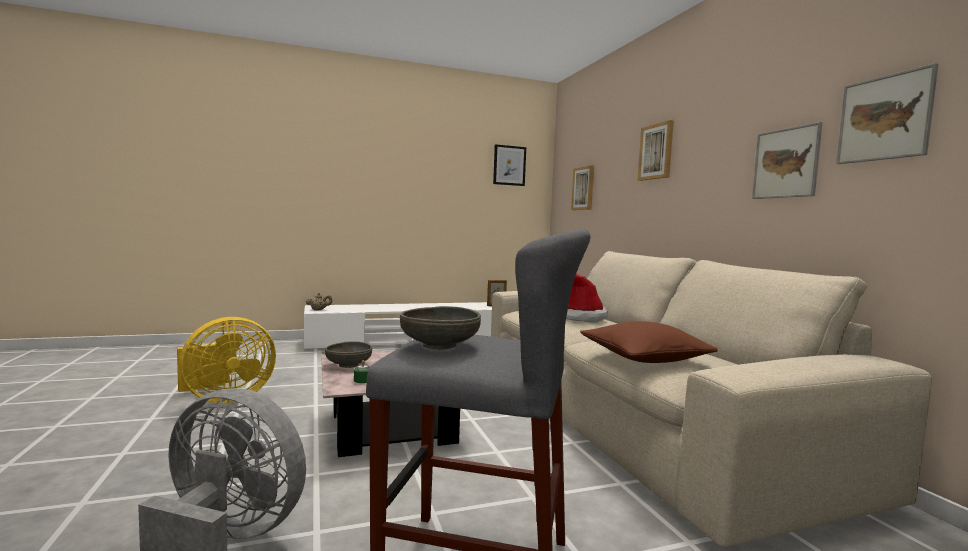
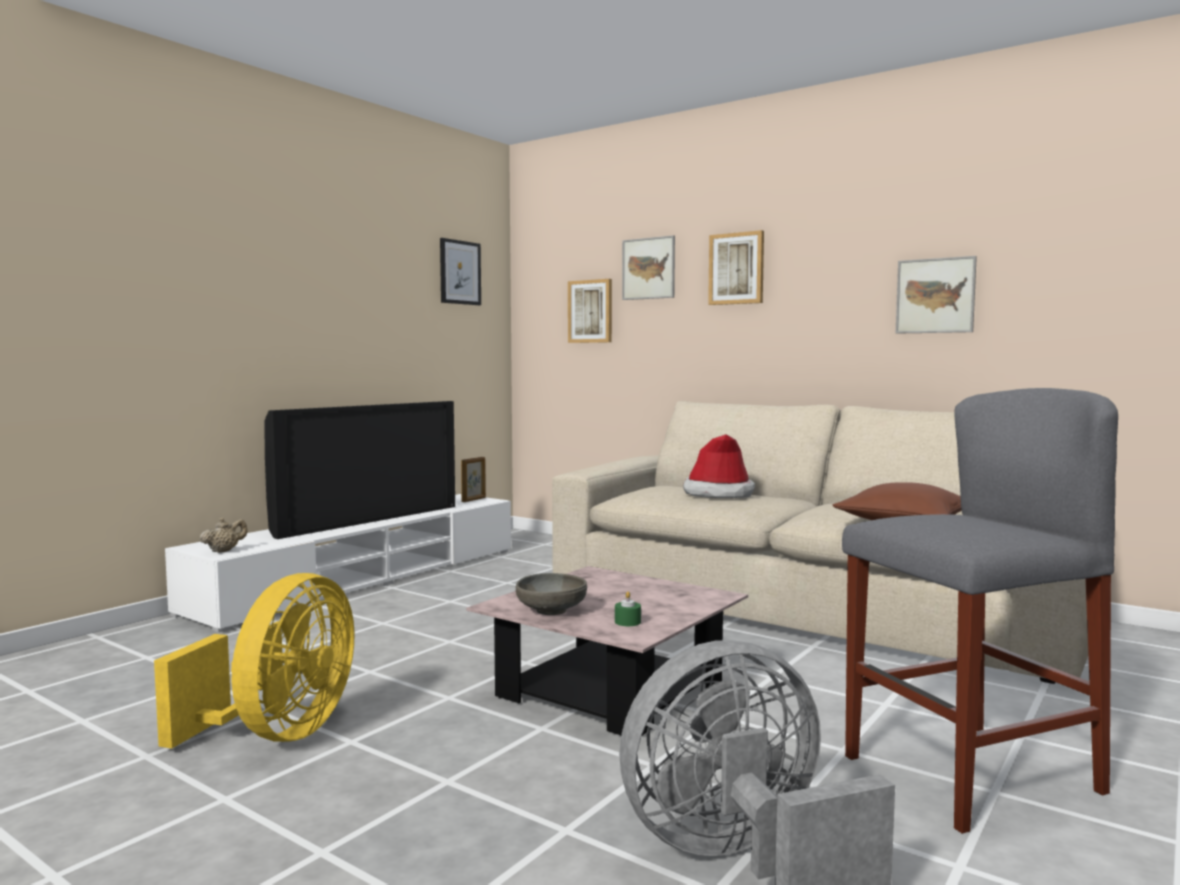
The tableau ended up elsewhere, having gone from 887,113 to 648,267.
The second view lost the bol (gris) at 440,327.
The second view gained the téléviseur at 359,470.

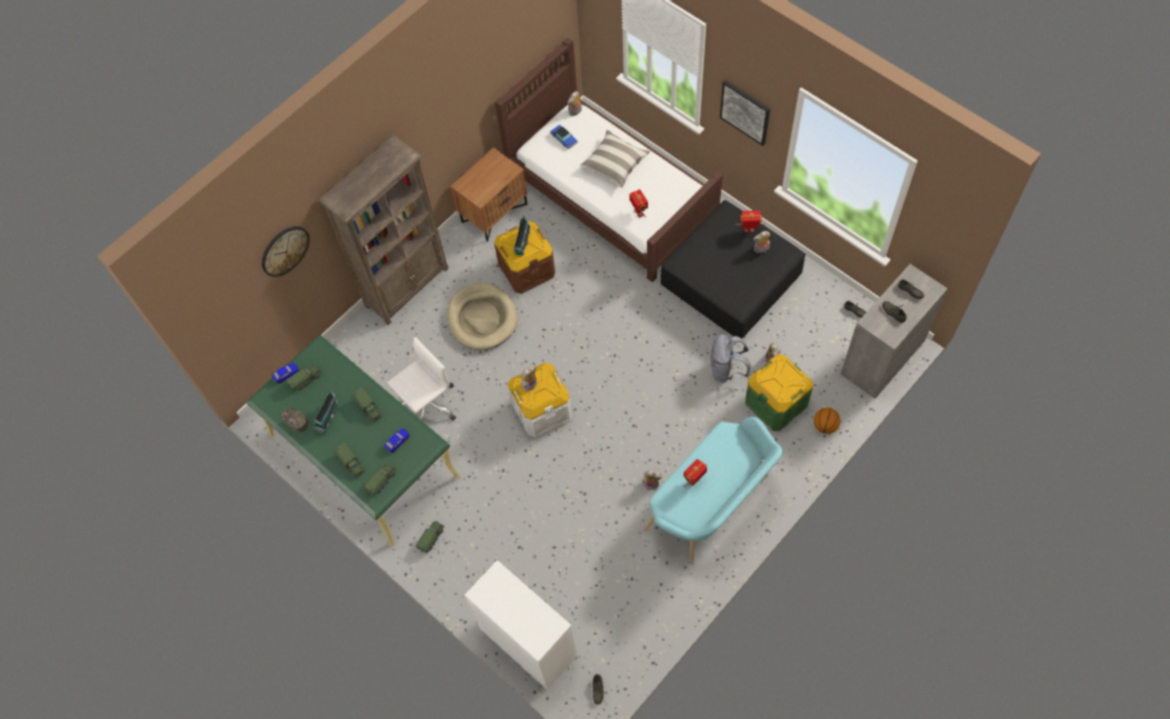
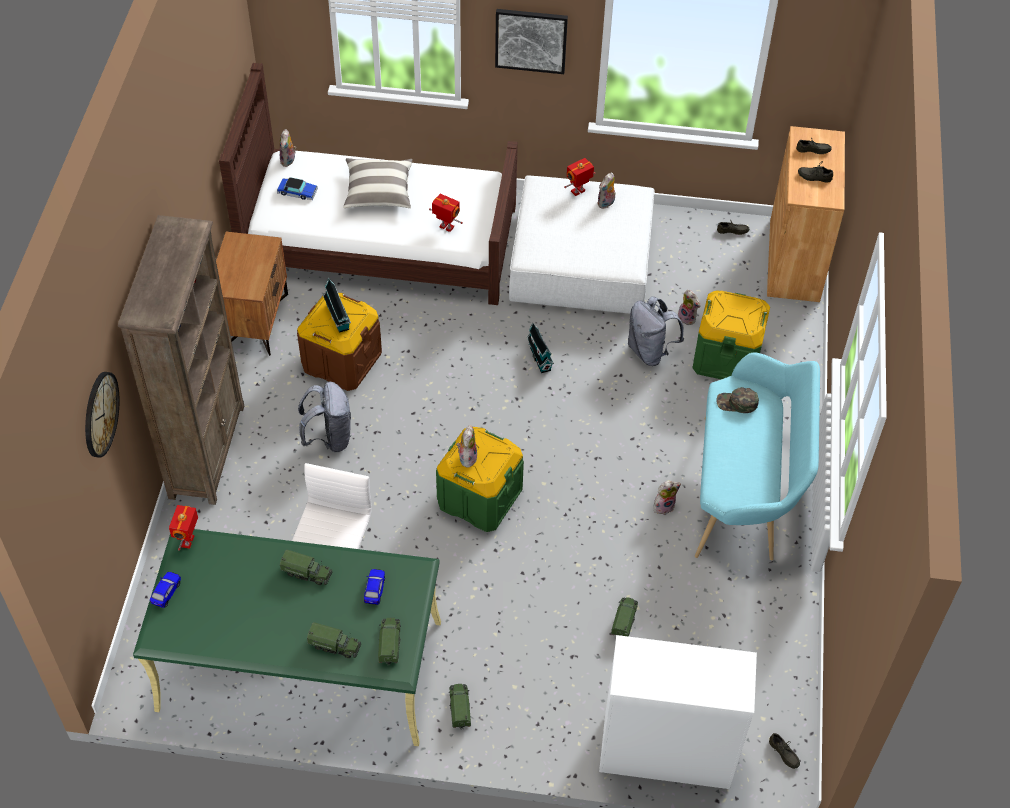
What was the pouf (noir) at 733,269 turned into the pouf (blanc) at 582,244.
What was the meuble de rangement (gris) at 894,331 turned into the meuble de rangement (marron) at 806,214.
Where the panier pour chien (beige) stood at 482,316, the sac à dos (gris) came to stand at 324,417.
What was the boîte de rangement (blanc) at 540,400 turned into the boîte de rangement (vert) at 480,479.
The camion jouet ended up elsewhere, having gone from 304,378 to 624,617.
The maison miniature ended up elsewhere, having gone from 325,412 to 540,347.
The casquette (vert) ended up elsewhere, having gone from 294,420 to 737,400.
The second view lost the ballon de basket at 827,421.
The robot jouet ended up elsewhere, having gone from 695,473 to 183,528.

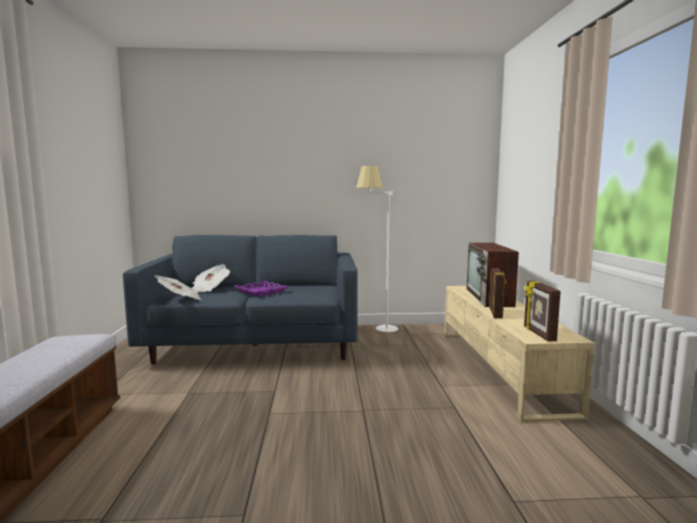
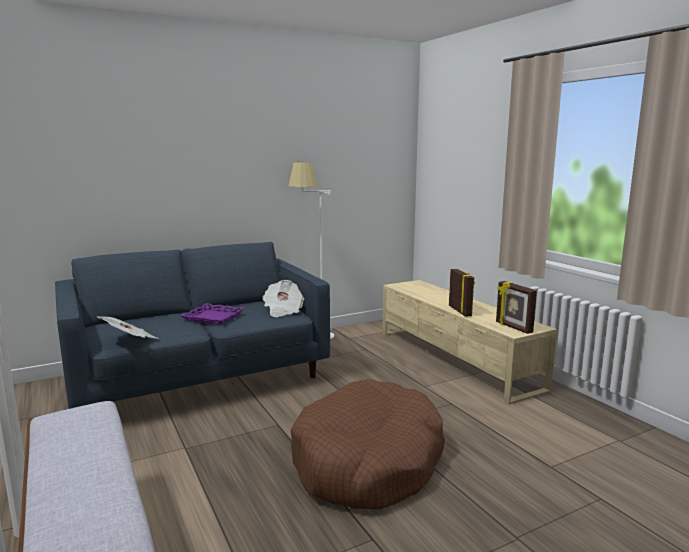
The second view lost the téléviseur at 492,275.
The journal ended up elsewhere, having gone from 210,278 to 283,298.
The second view gained the panier pour chien (marron) at 367,444.

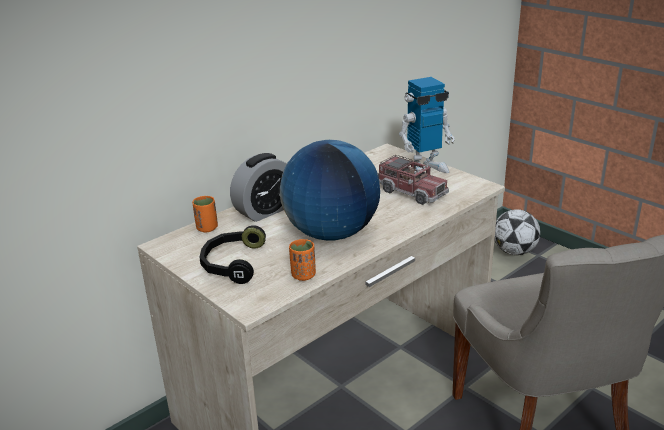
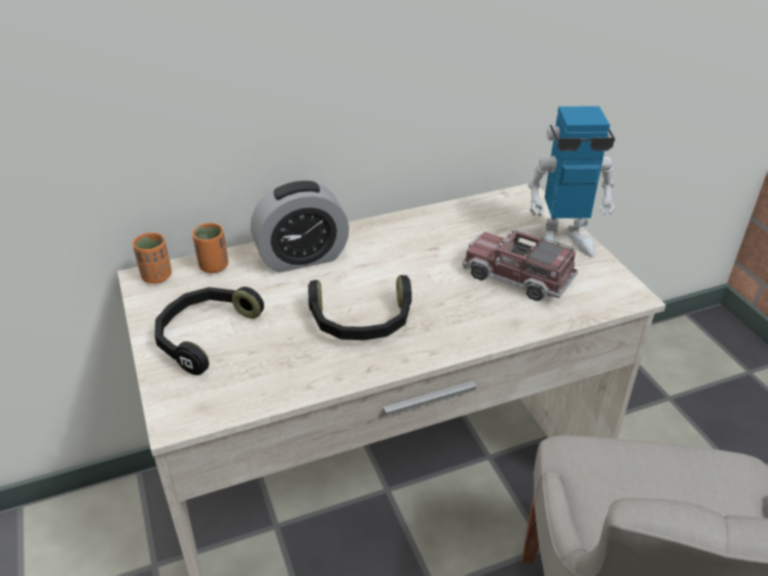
Where the globe stood at 330,190, the casque audio (noir) came to stand at 360,307.
The camion jouet at 413,180 ended up facing another way, 150 degrees clockwise from before.
The second view lost the ballon de foot at 517,232.
The tasse (orange) ended up elsewhere, having gone from 302,260 to 152,258.

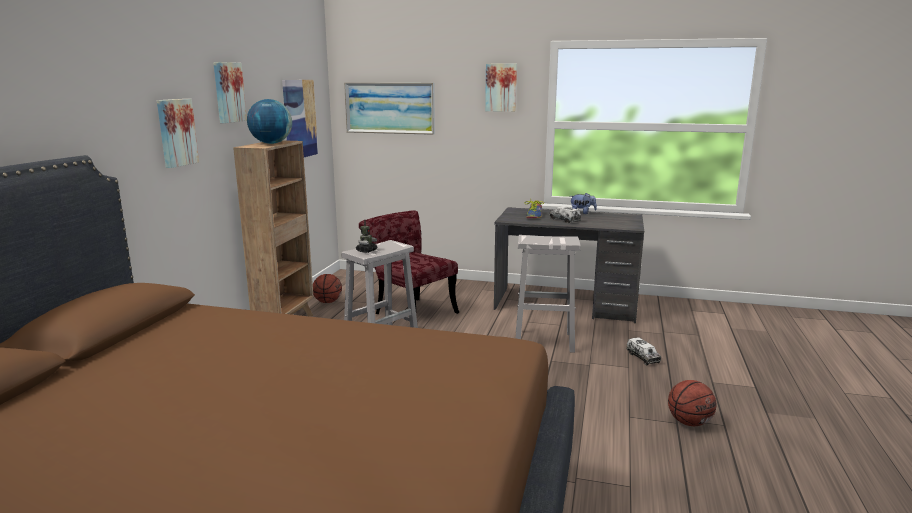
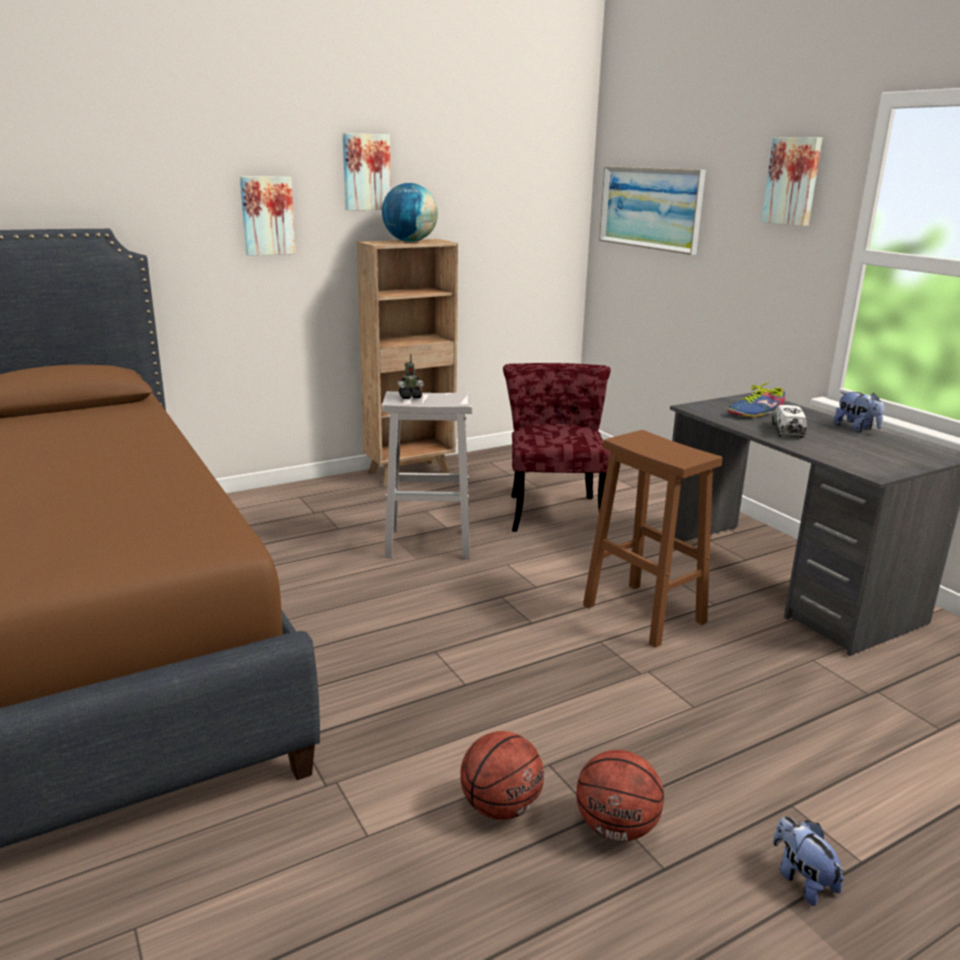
The second view lost the tableau at 300,118.
What was the tabouret (blanc) at 548,294 turned into the tabouret (marron) at 652,539.
The ballon de basket ended up elsewhere, having gone from 327,288 to 502,775.
The second view lost the camion jouet at 643,351.
The second view gained the peluche at 808,861.

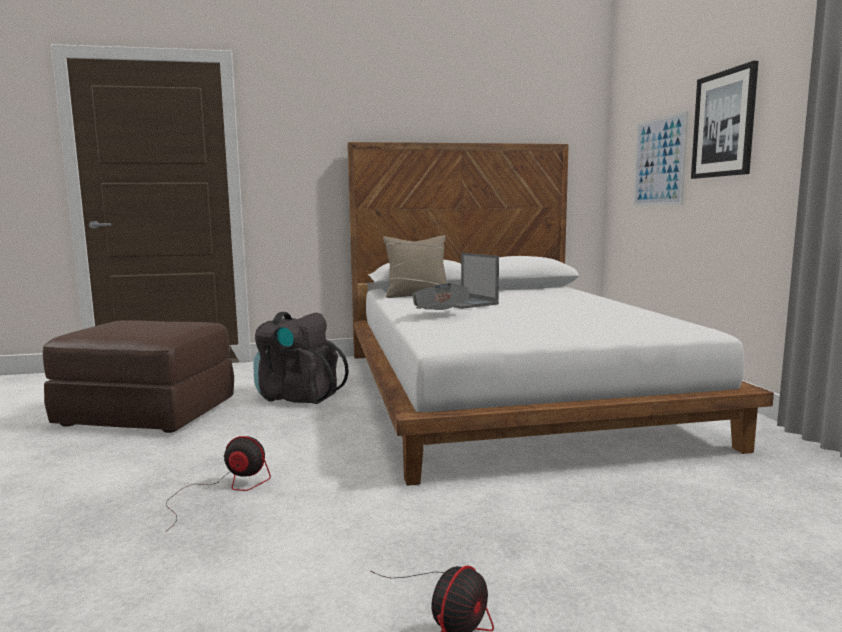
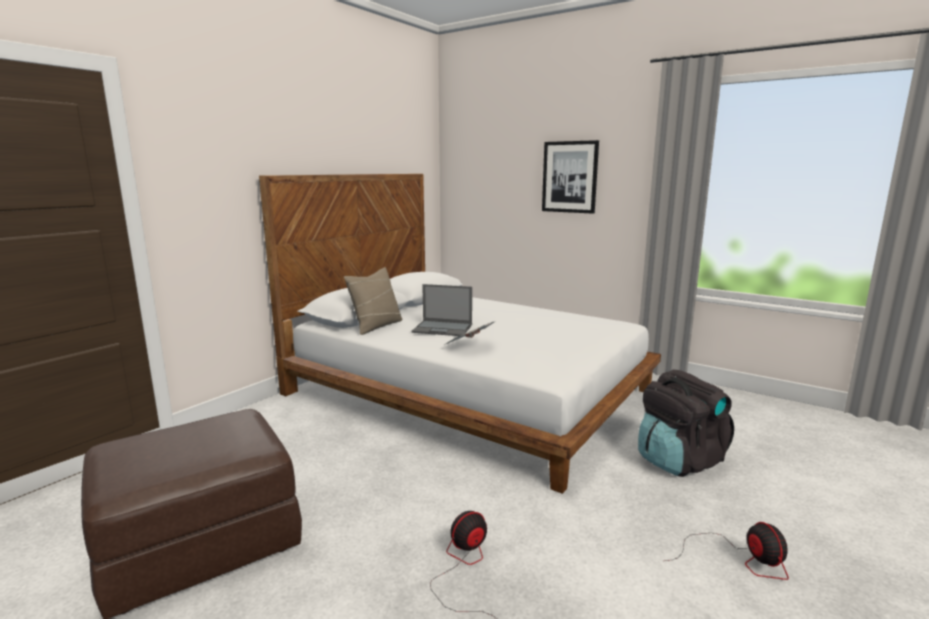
The second view lost the tableau at 660,158.
The sac à dos (noir) ended up elsewhere, having gone from 301,358 to 686,423.

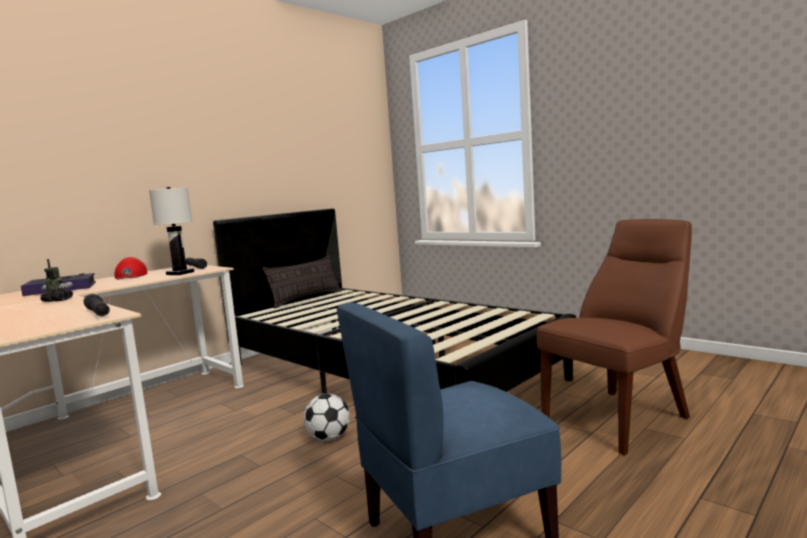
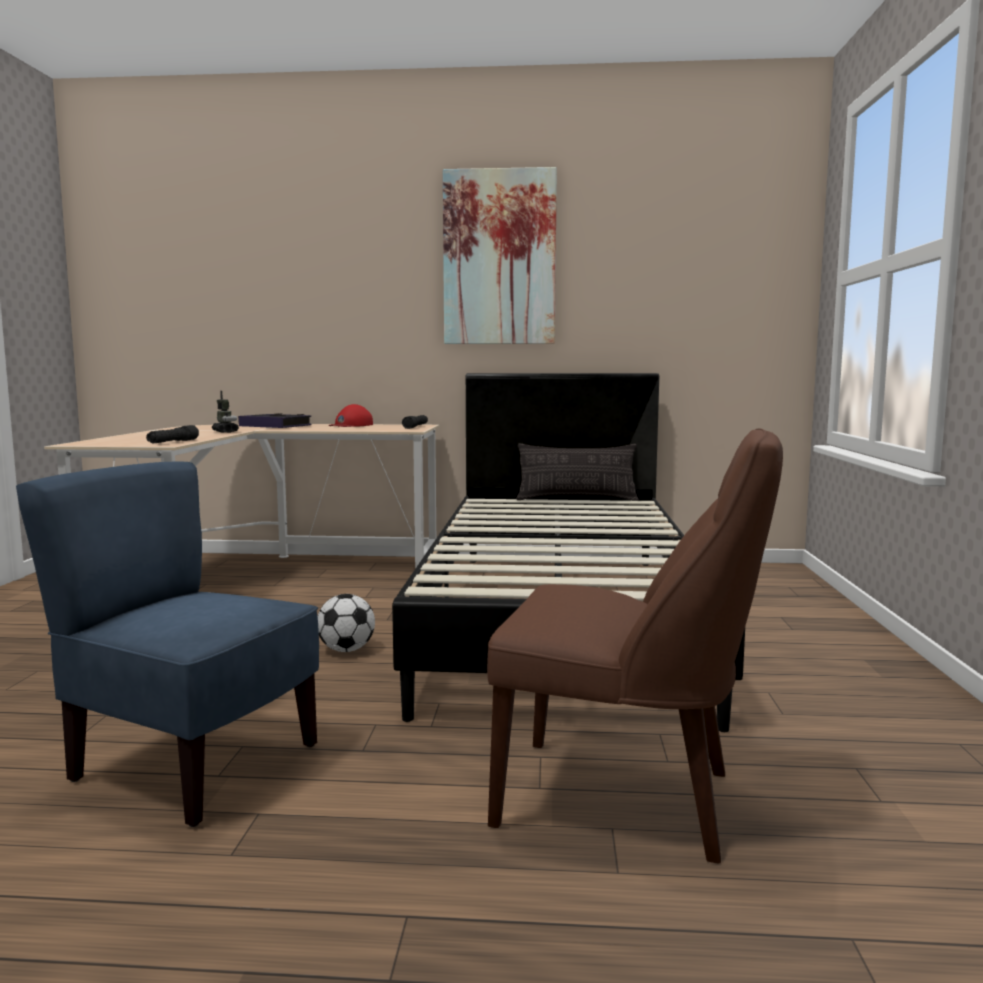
The second view lost the lampe de table (blanc) at 171,231.
The second view gained the tableau at 500,255.

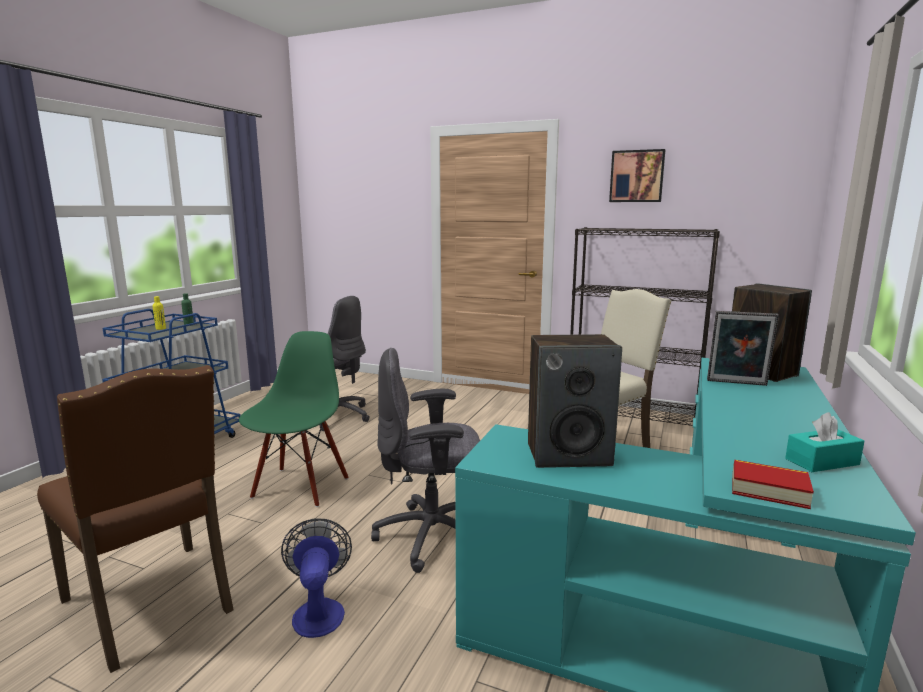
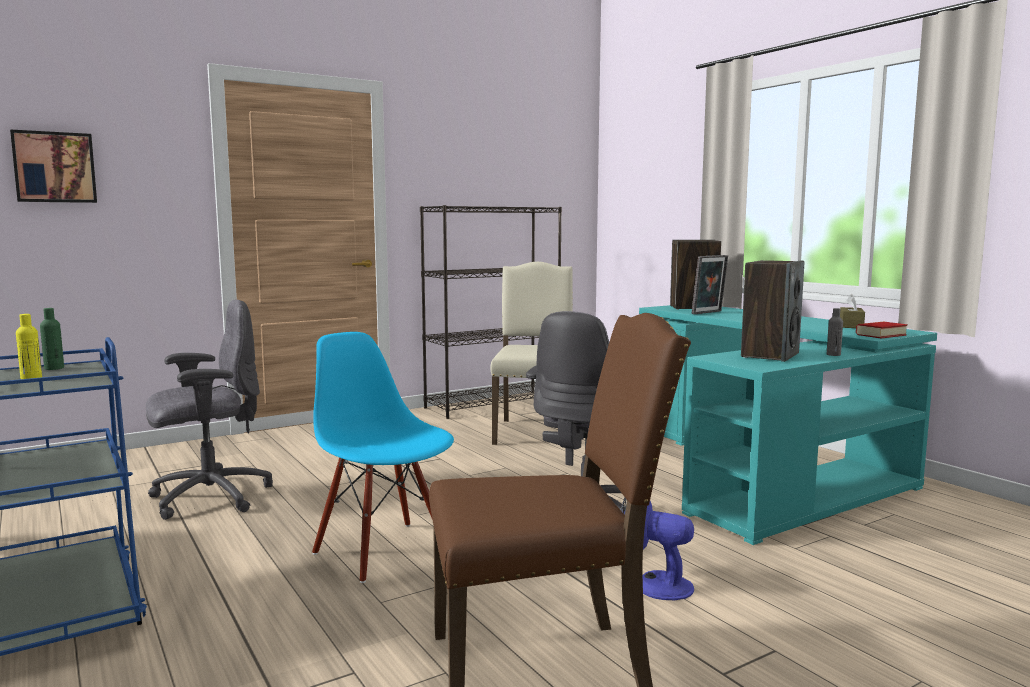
The tableau ended up elsewhere, having gone from 637,175 to 53,166.
What was the chaise (vert) at 294,419 turned into the chaise (bleu) at 383,457.
What was the boîte à mouchoirs (turquoise) at 824,442 turned into the boîte à mouchoirs (marron) at 852,311.
The second view gained the bouteille (gris) at 835,332.

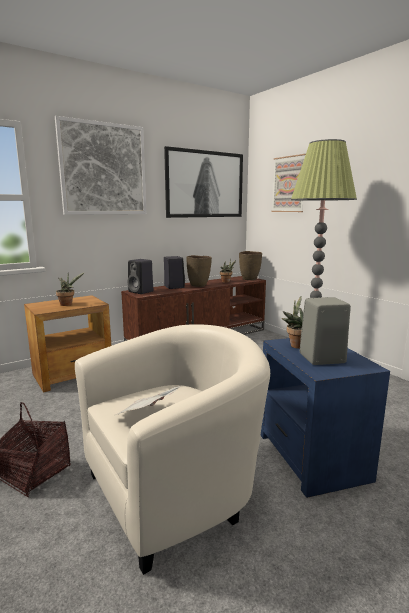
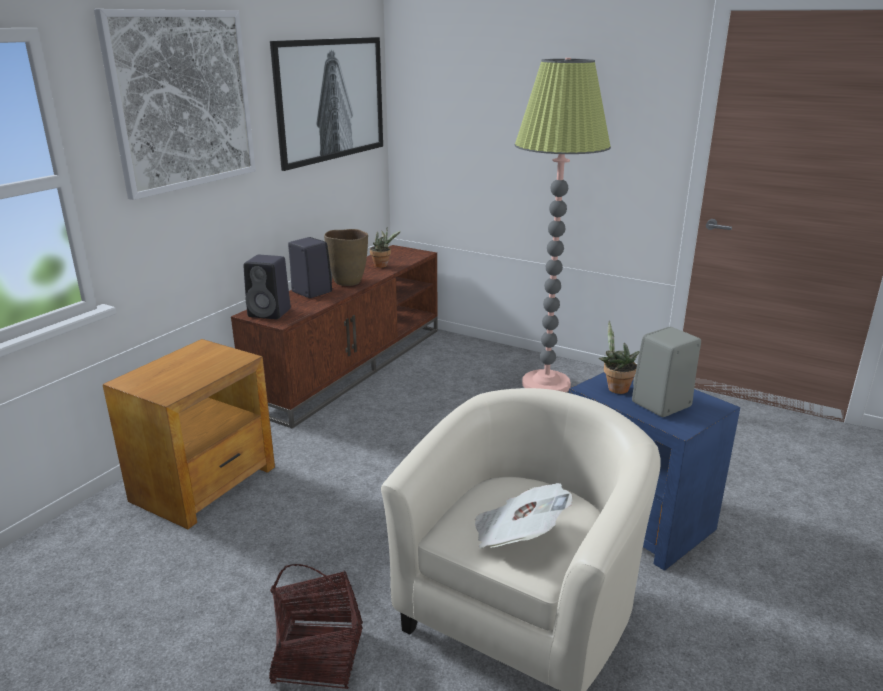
The second view lost the tableau at 288,183.
The second view lost the vase (marron) at 250,265.
The second view lost the plante en pot at 70,289.

